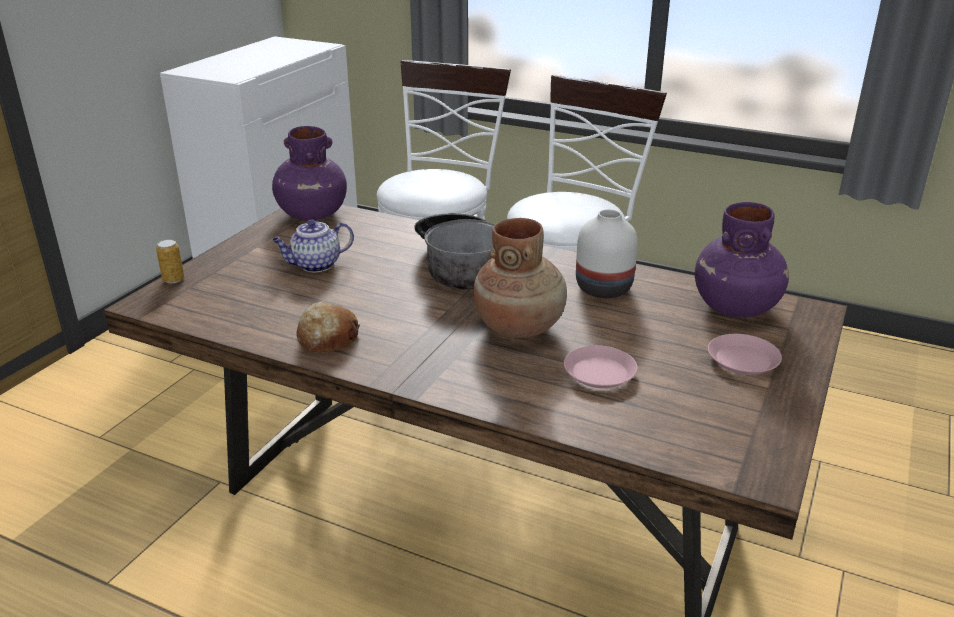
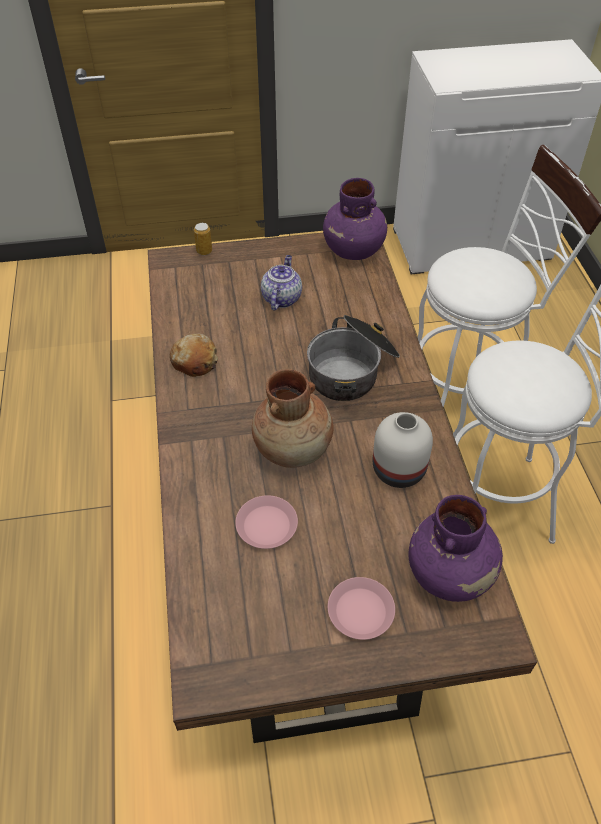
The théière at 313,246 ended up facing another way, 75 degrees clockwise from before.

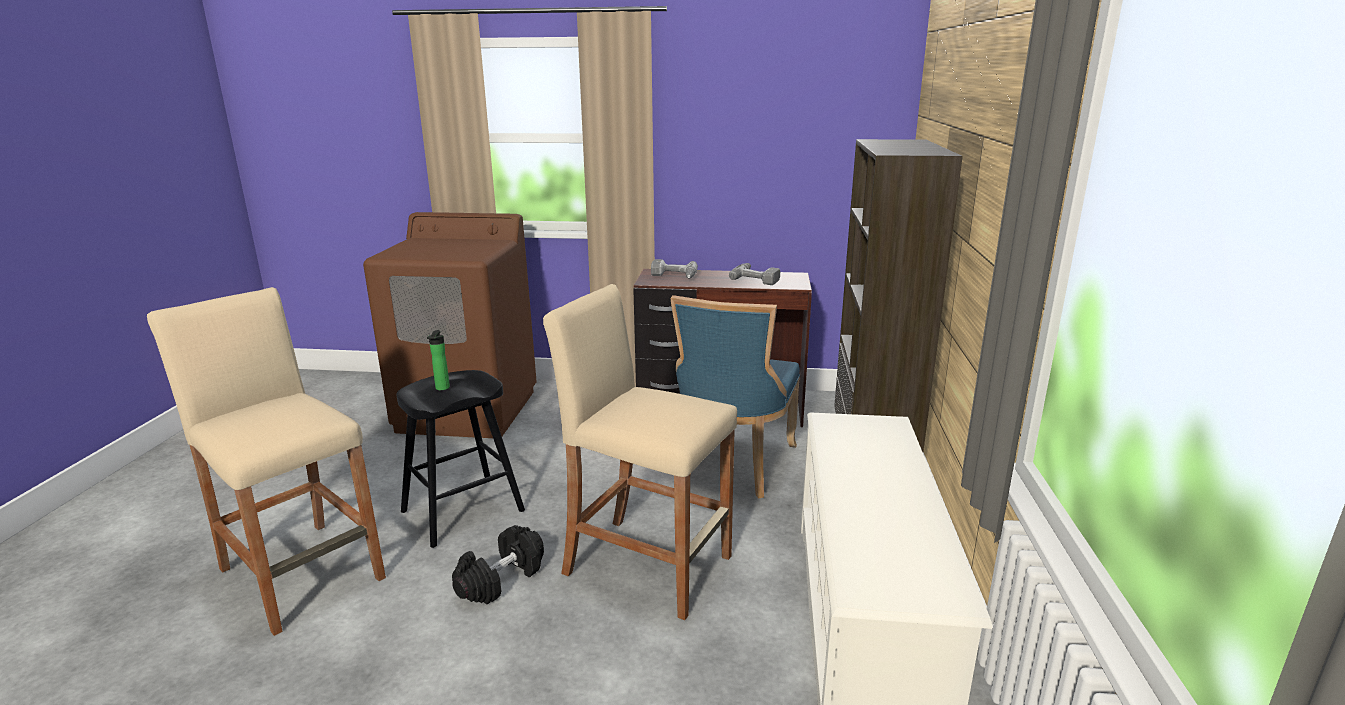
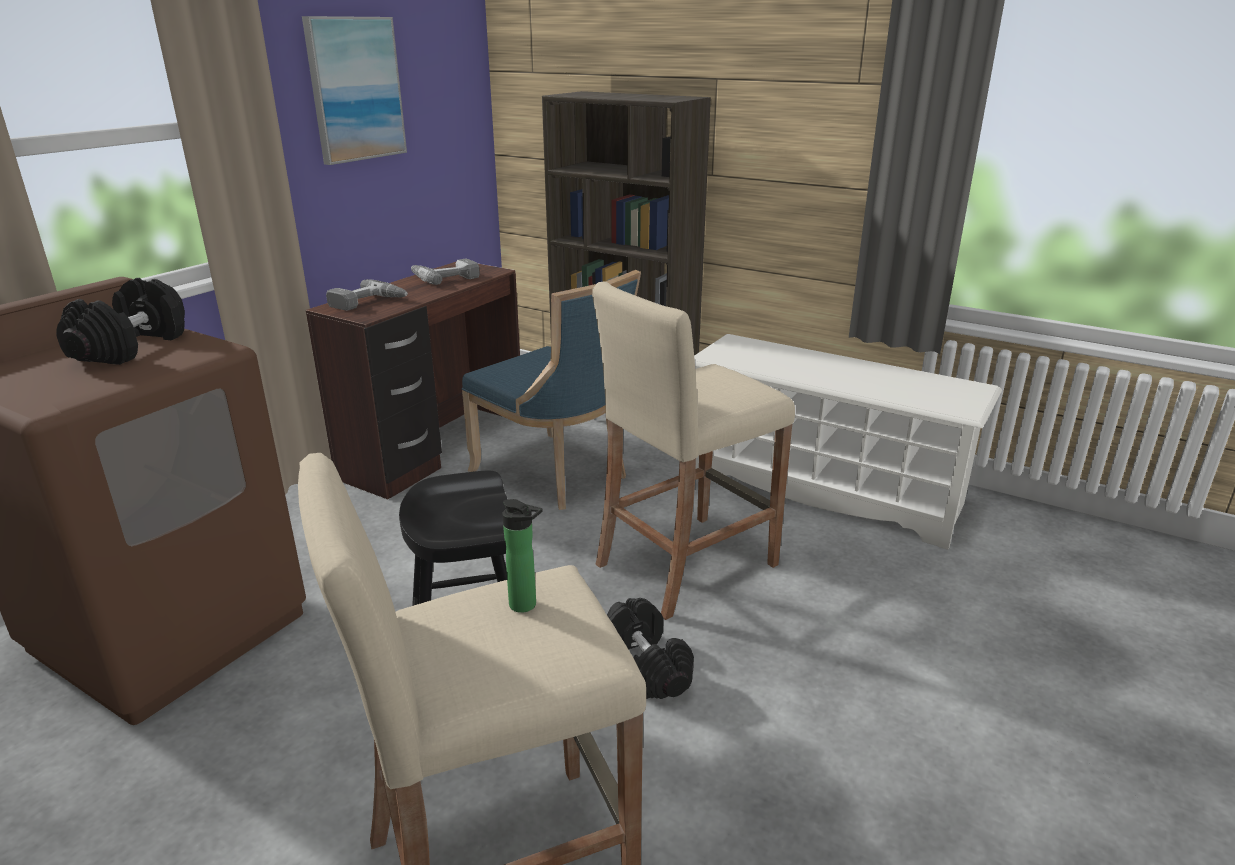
The bouteille ended up elsewhere, having gone from 438,360 to 522,556.
The second view gained the tableau at 354,90.
The second view gained the haltère (noir) at 120,321.

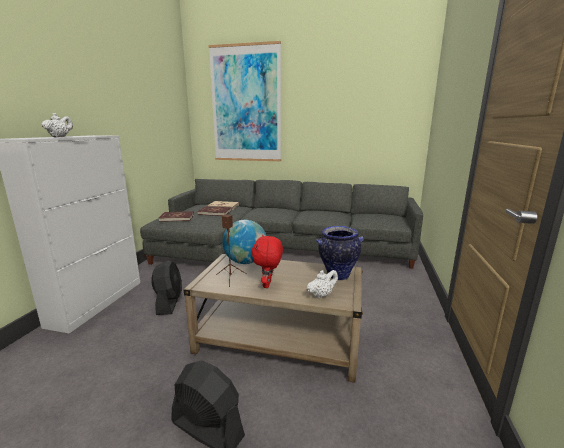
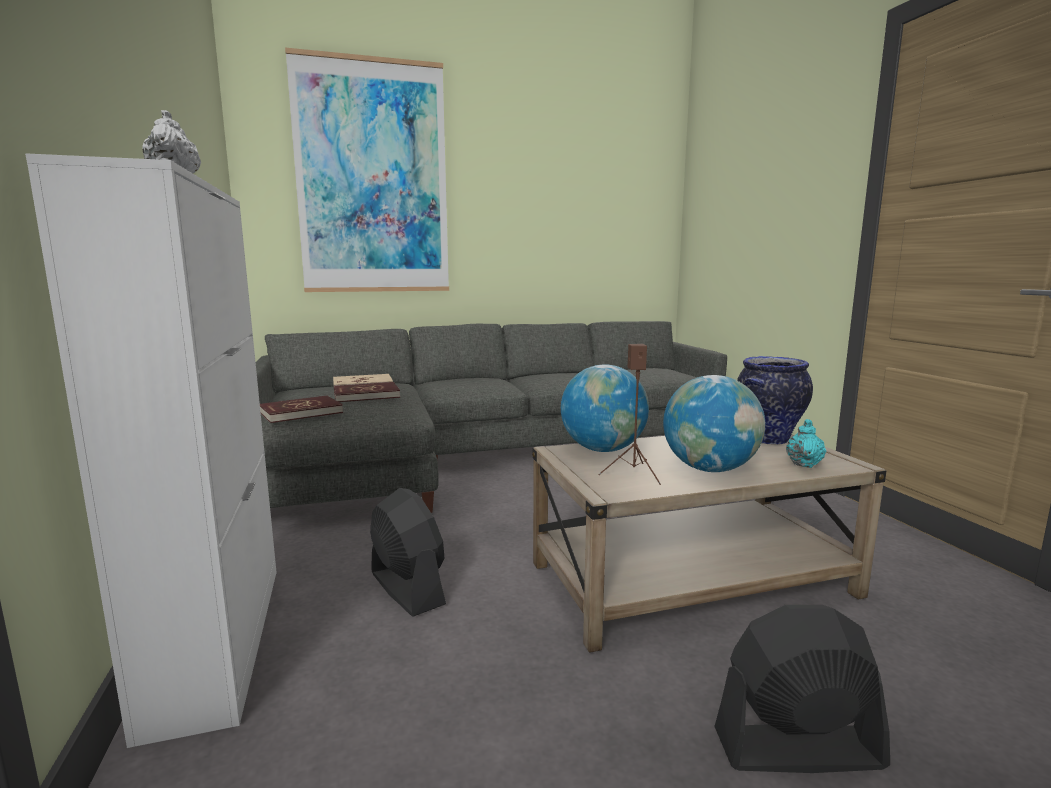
Where the peluche (rouge) stood at 267,261, the globe came to stand at 714,423.
What was the théière (blanc) at 322,284 turned into the théière (turquoise) at 806,443.

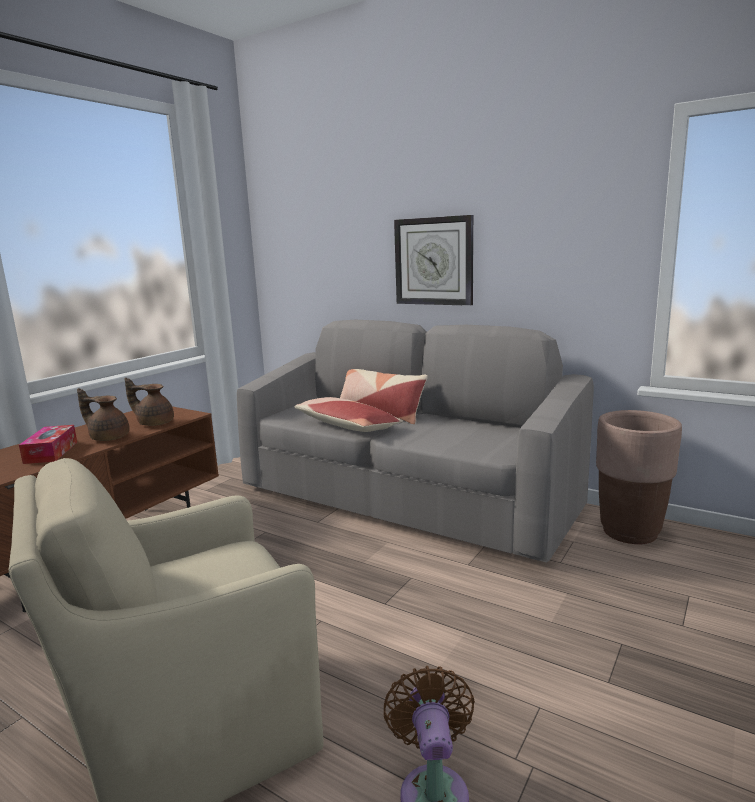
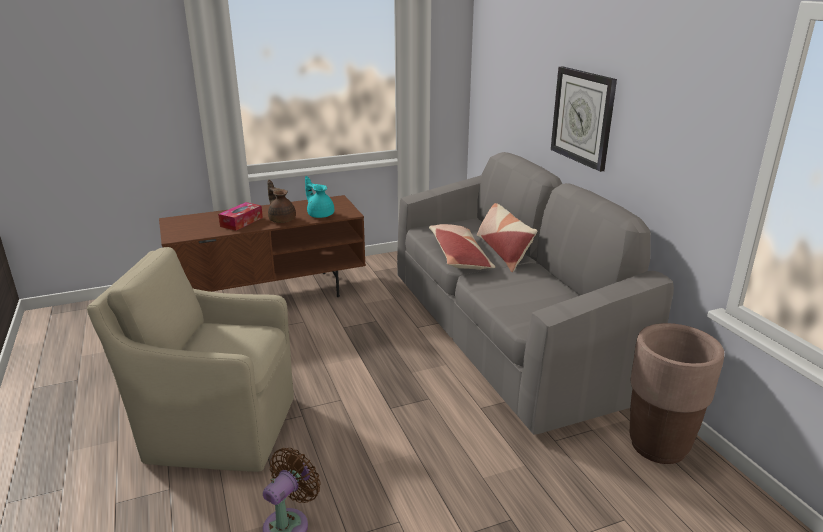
What was the théière (marron) at 149,402 turned into the théière (turquoise) at 319,197.

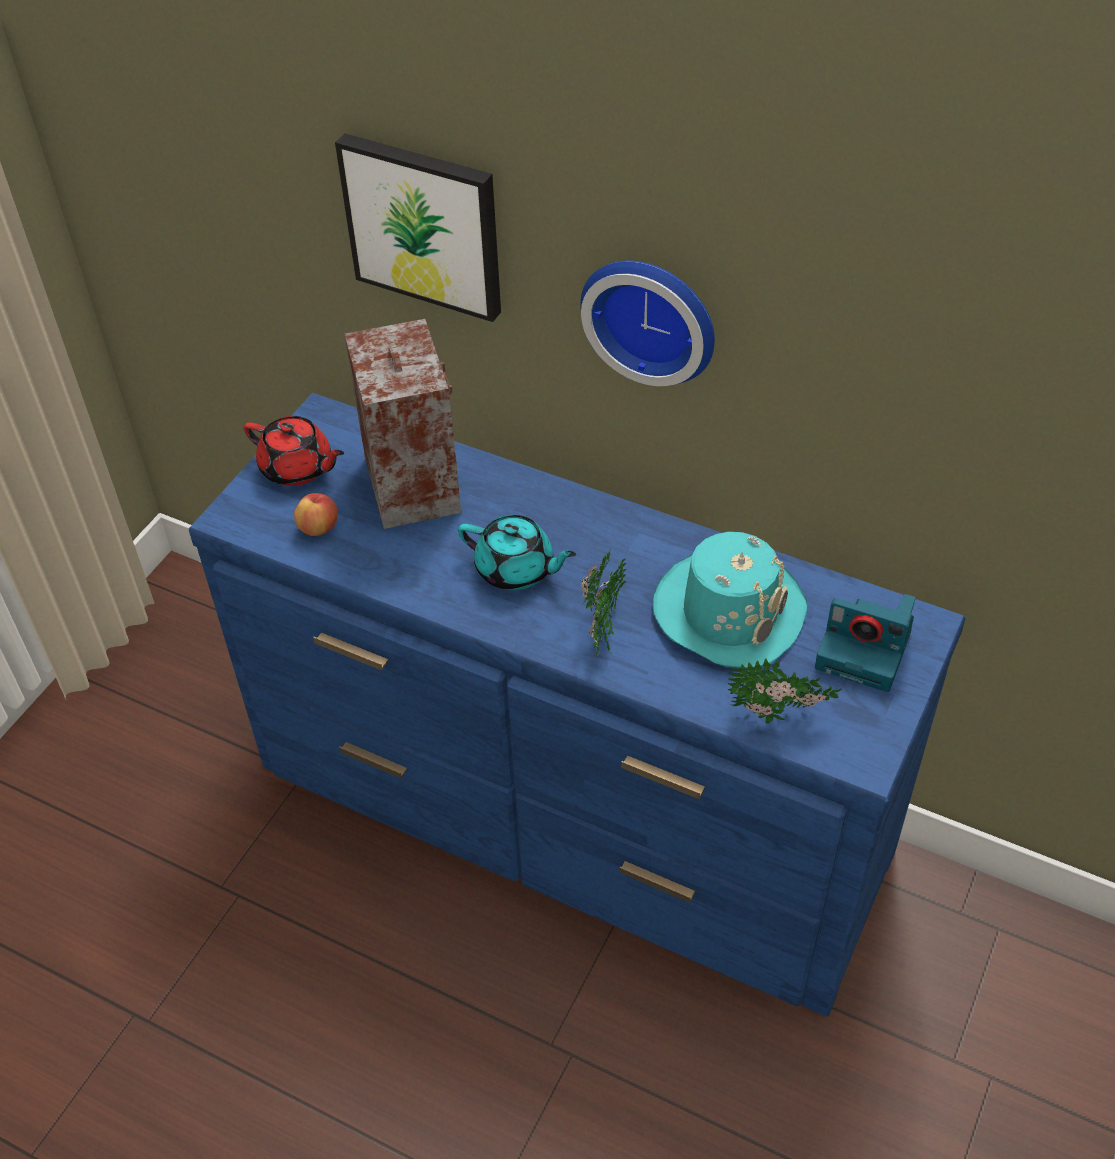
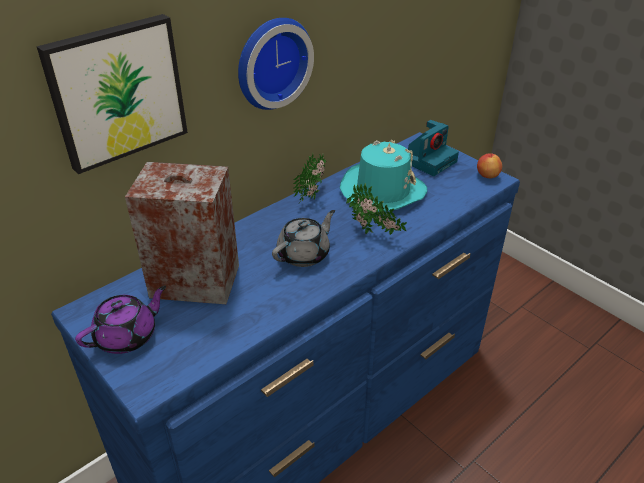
What was the théière (rouge) at 294,451 turned into the théière (violet) at 120,320.
The pomme ended up elsewhere, having gone from 316,514 to 489,165.
What was the théière (turquoise) at 517,552 turned into the théière (gris) at 303,238.
The plante en pot ended up elsewhere, having gone from 785,691 to 309,177.

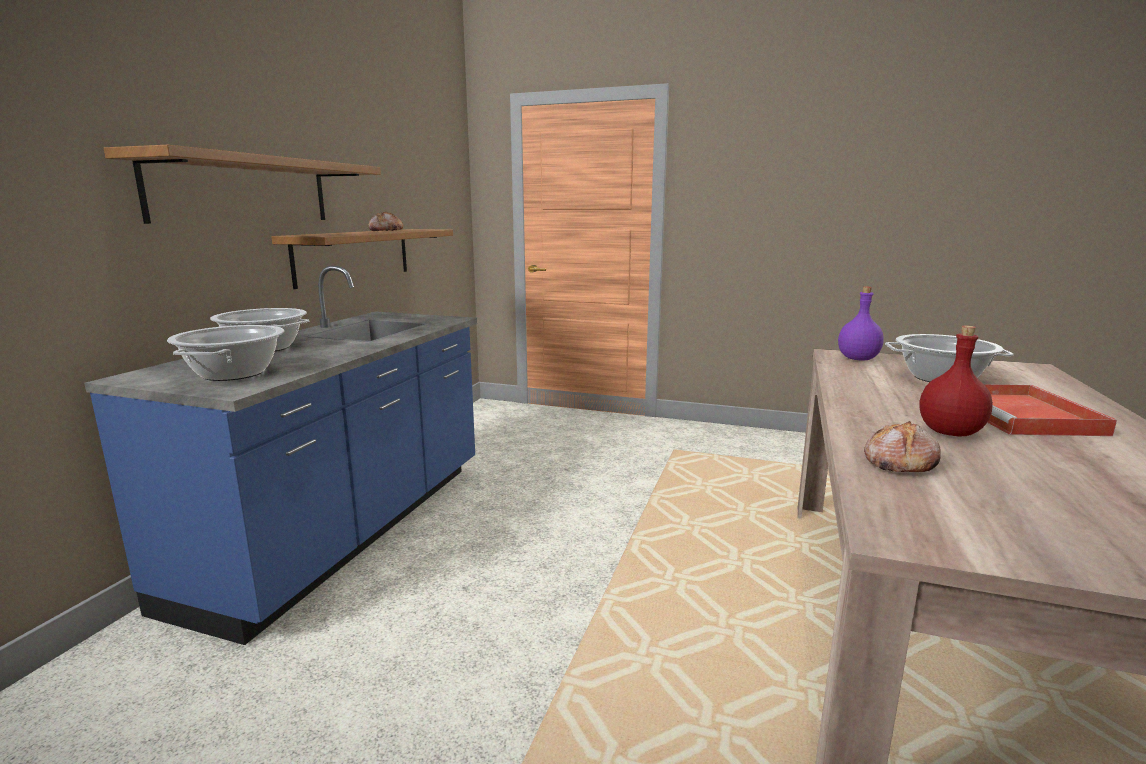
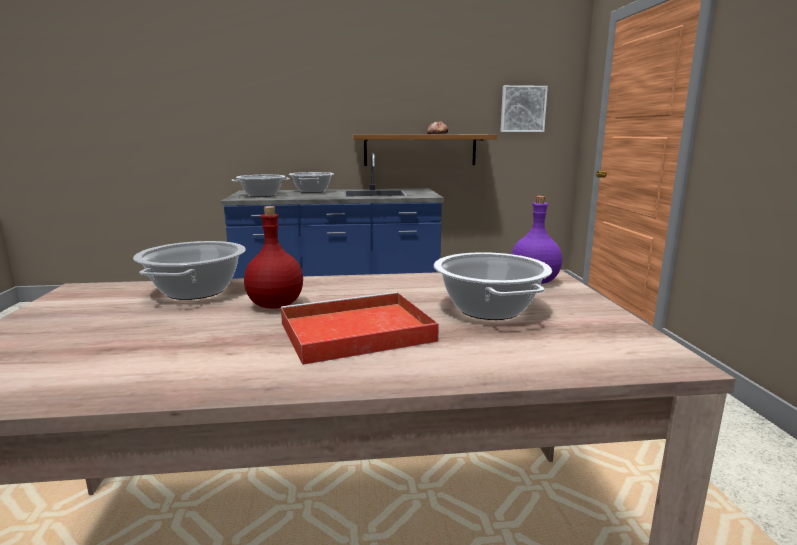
The second view lost the étagère at 242,184.
Where the pain stood at 902,446, the marmite came to stand at 189,270.
The second view gained the tableau at 524,108.

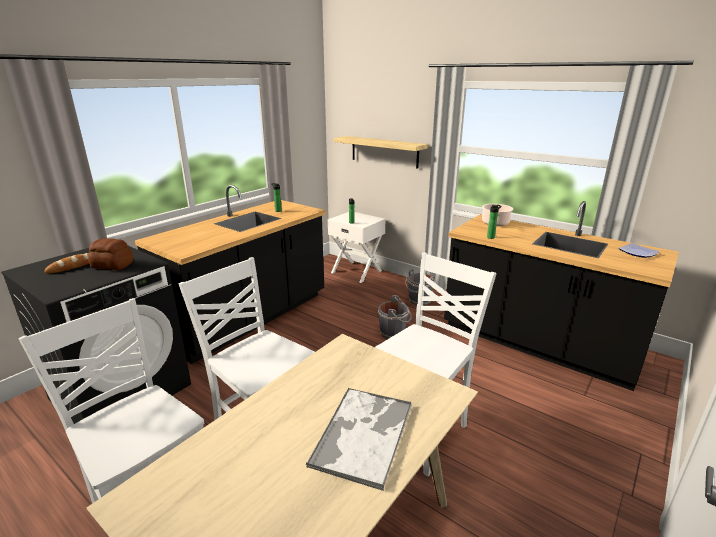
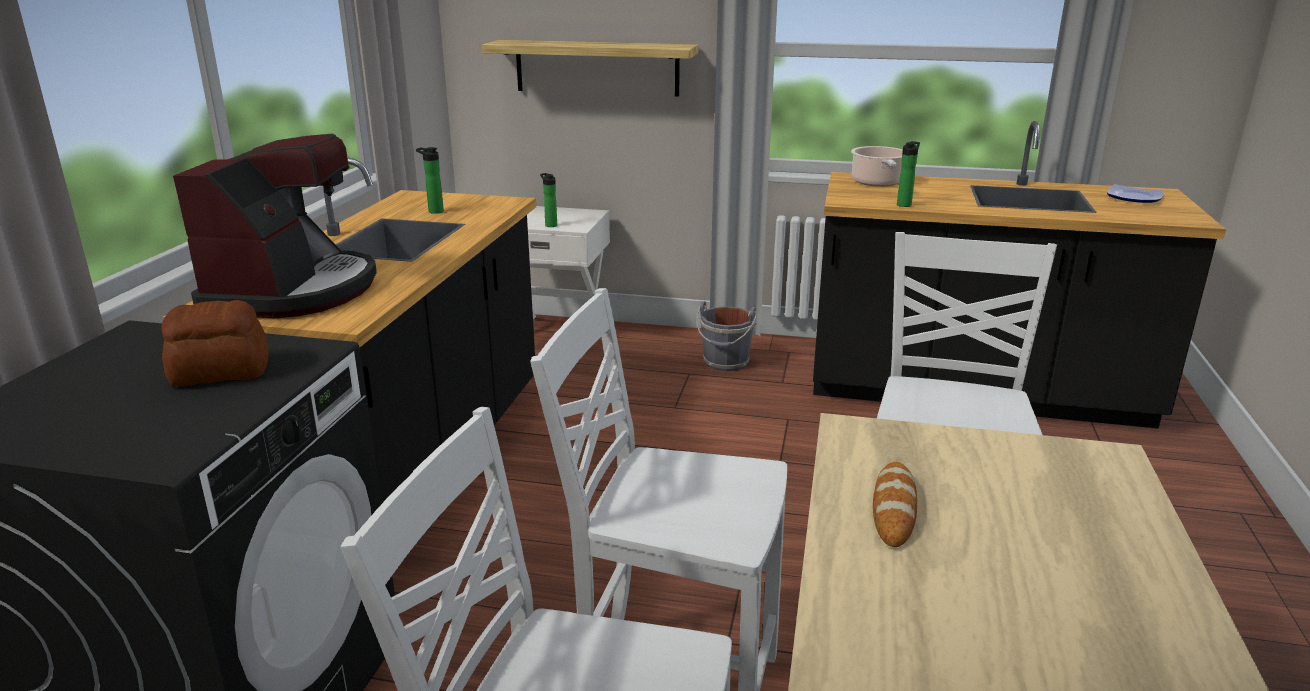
The pain ended up elsewhere, having gone from 66,263 to 895,504.
The second view lost the seau (gris) at 395,317.
The second view lost the plateau at 359,439.
The second view gained the machine à café at 275,226.

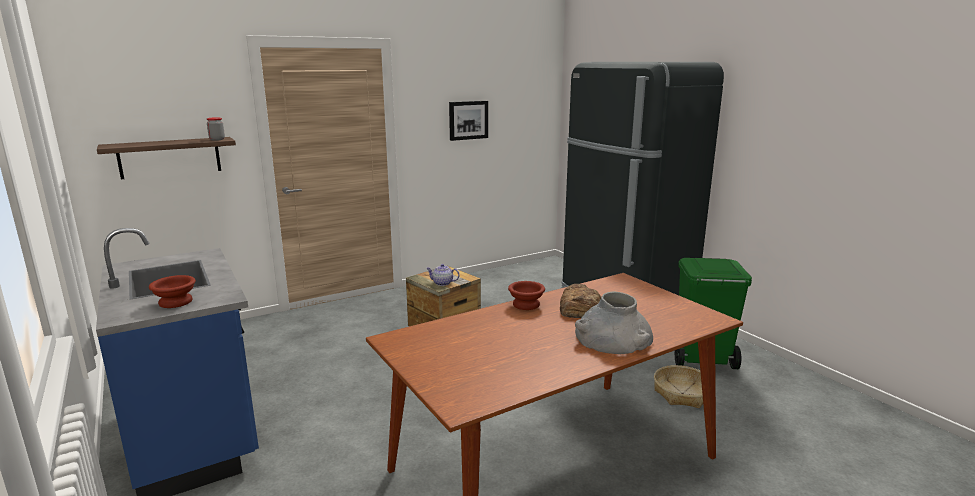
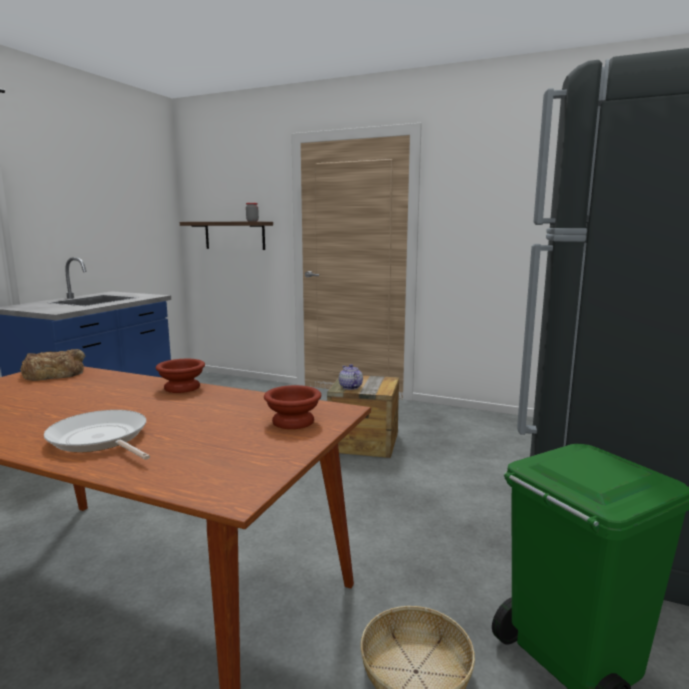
The second view lost the tableau at 468,121.
The bol (marron) ended up elsewhere, having gone from 172,291 to 292,407.
The pain ended up elsewhere, having gone from 580,301 to 53,365.
Where the vase (gris) stood at 614,323, the poêle came to stand at 97,435.

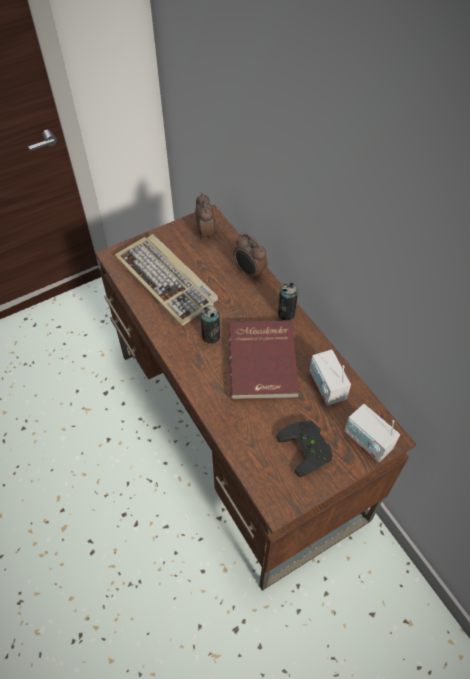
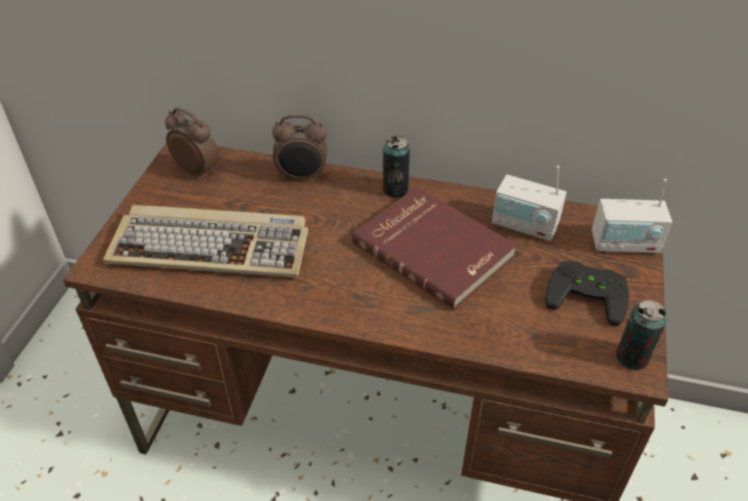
The boîte métallique ended up elsewhere, having gone from 210,324 to 641,335.

